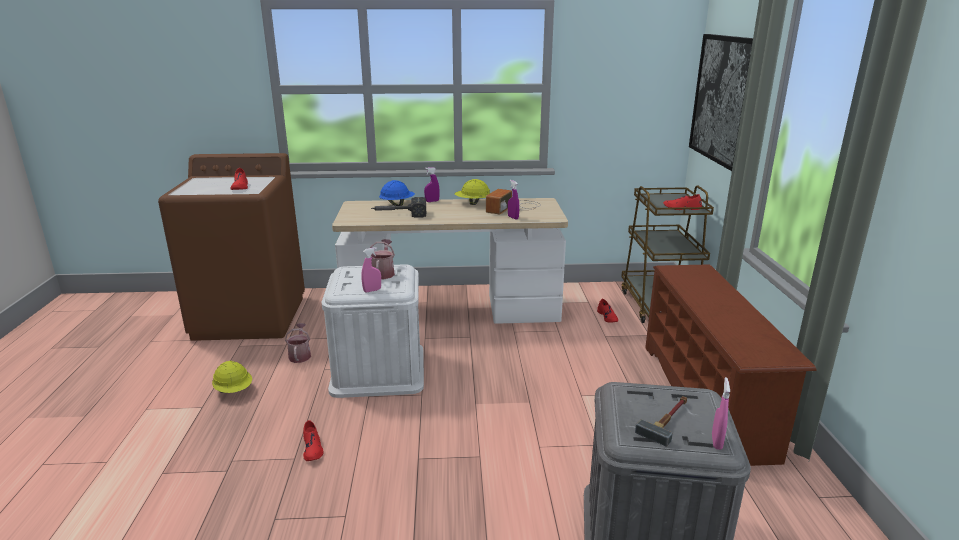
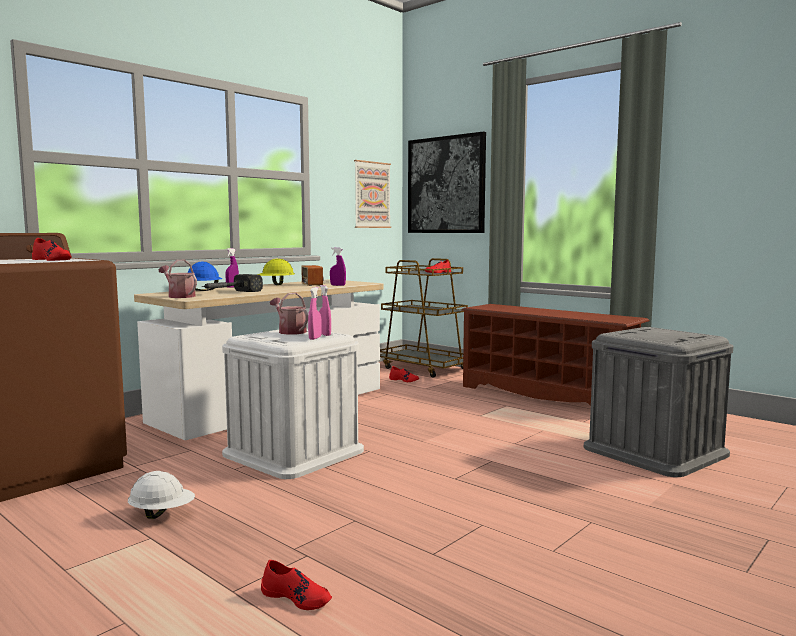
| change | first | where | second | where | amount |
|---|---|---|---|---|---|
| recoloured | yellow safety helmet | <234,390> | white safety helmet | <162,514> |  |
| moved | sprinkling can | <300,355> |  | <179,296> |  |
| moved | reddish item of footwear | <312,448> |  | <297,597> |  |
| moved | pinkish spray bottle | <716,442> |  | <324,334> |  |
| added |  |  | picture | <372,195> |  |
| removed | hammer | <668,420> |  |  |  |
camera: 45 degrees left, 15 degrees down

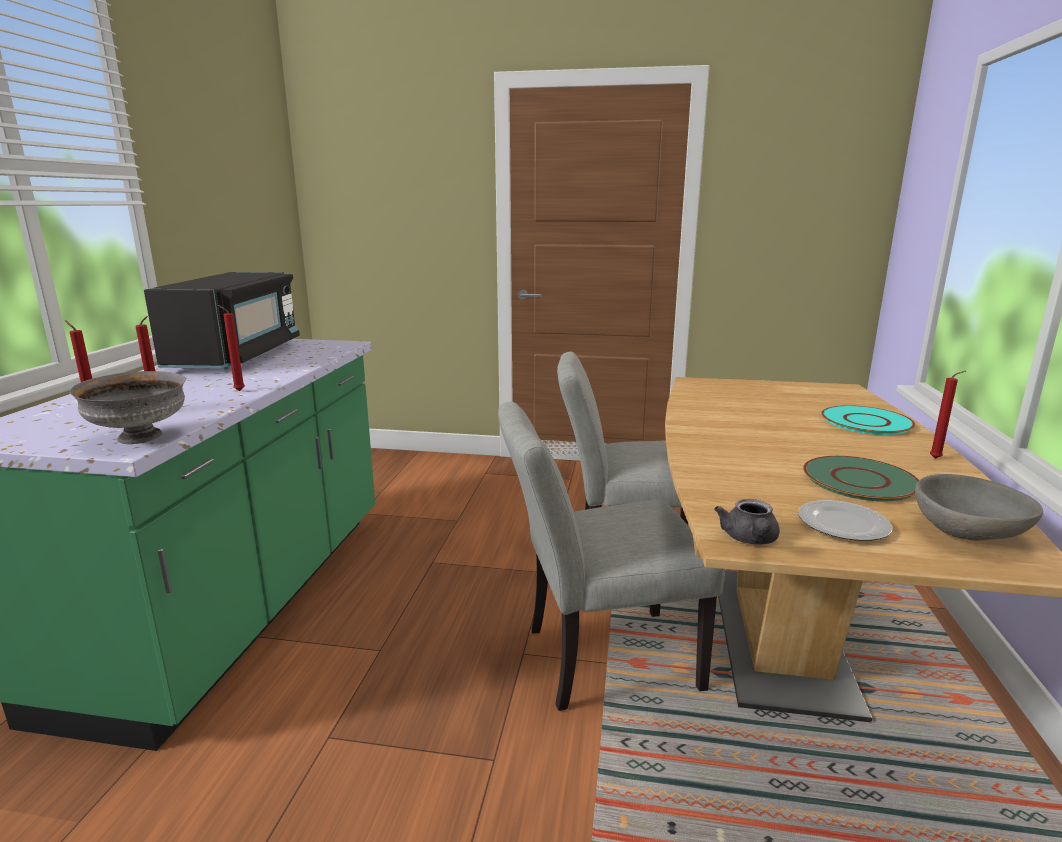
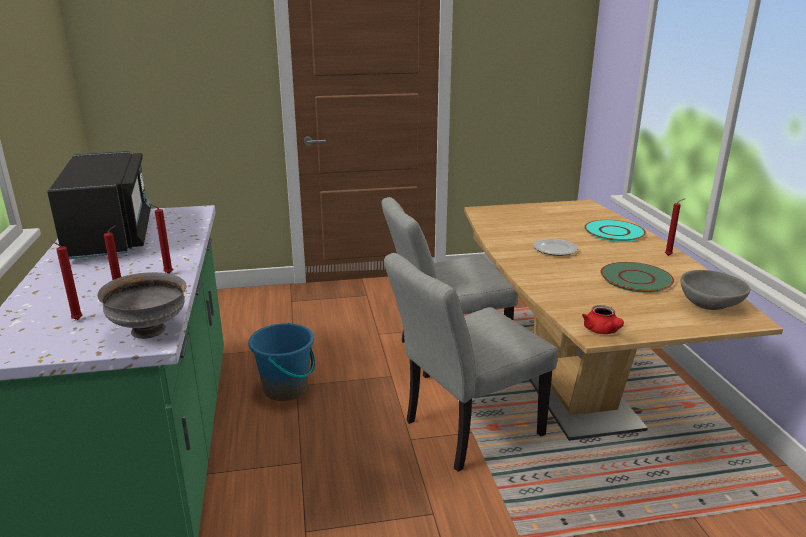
| change | first | where | second | where | amount |
|---|---|---|---|---|---|
| added |  |  | bluish bucket | <286,389> |  |
| moved | flat dish | <842,524> |  | <554,249> |  |
| recoloured | greyish teapot | <749,539> | reddish teapot | <602,331> |  |
camera: 20 degrees left, 5 degrees up

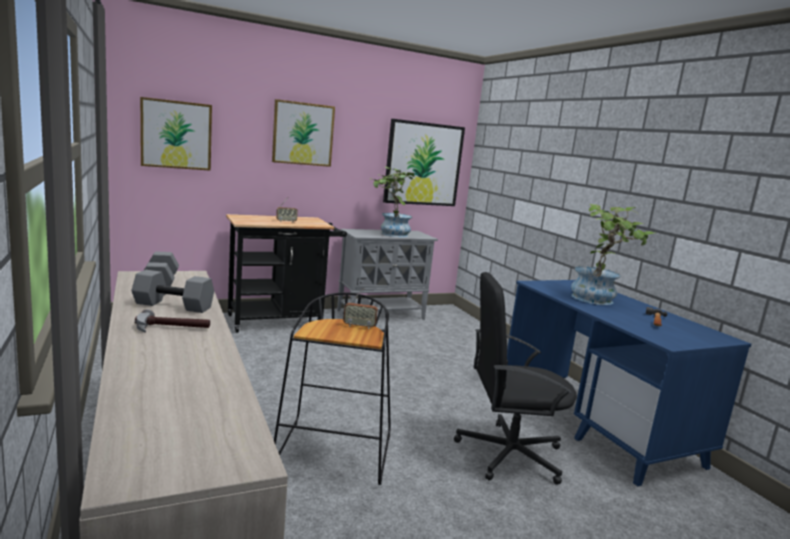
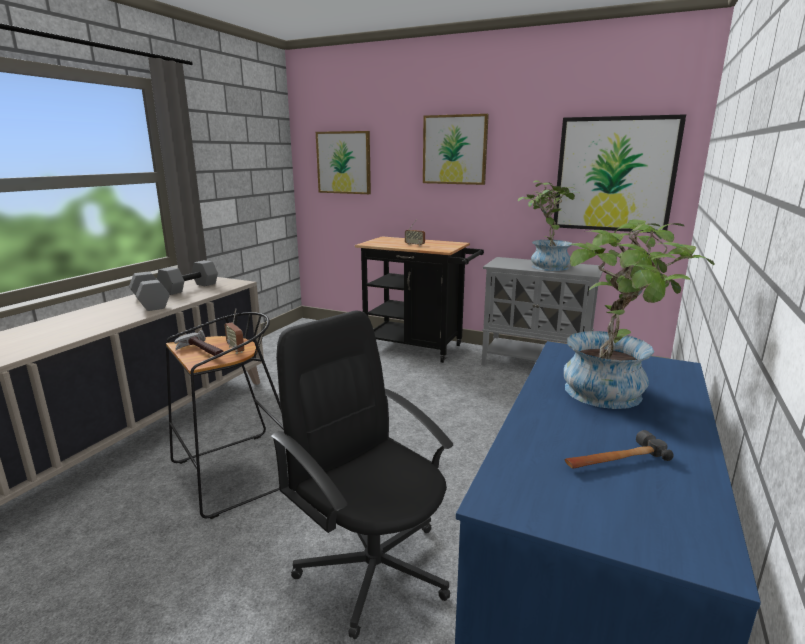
| change | first | where | second | where | amount |
|---|---|---|---|---|---|
| moved | hammer | <172,328> |  | <200,351> |  |
camera: 50 degrees right, 5 degrees up

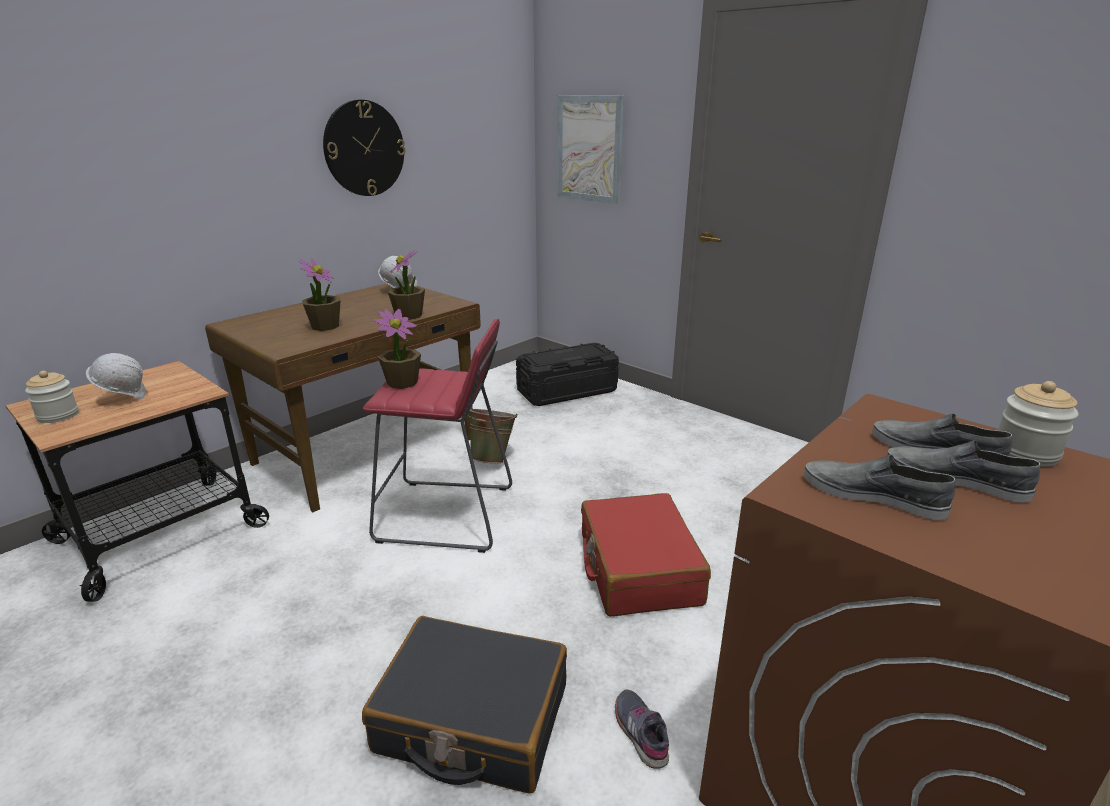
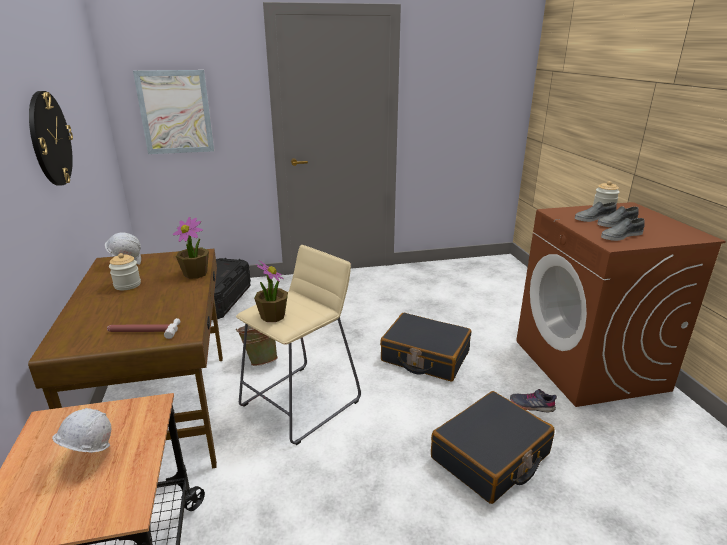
| change | first | where | second | where | amount |
|---|---|---|---|---|---|
| added |  |  | hammer | <143,331> |  |
| moved | jar | <58,415> |  | <127,285> |  |
| recoloured | reddish stool | <446,515> | beige-coloured stool | <301,402> |  |
| recoloured | reddish travel case | <638,568> | black travel case | <425,357> |  |
| removed | plant in a pot | <325,326> |  |  |  |
camera: 55 degrees left, 0 degrees up

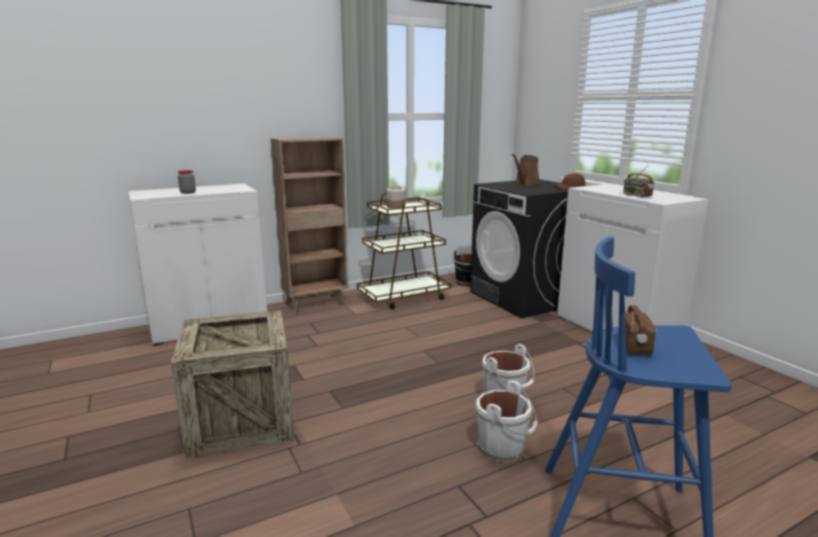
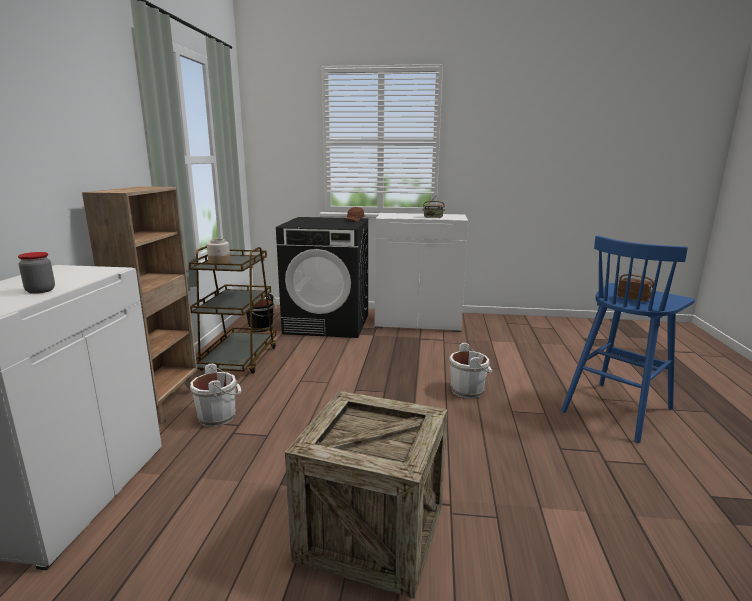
| change | first | where | second | where | amount |
|---|---|---|---|---|---|
| moved | white bucket | <503,448> |  | <218,416> |  |
| removed | brownish sprinkling can | <526,184> |  |  |  |
camera: 55 degrees left, 0 degrees up

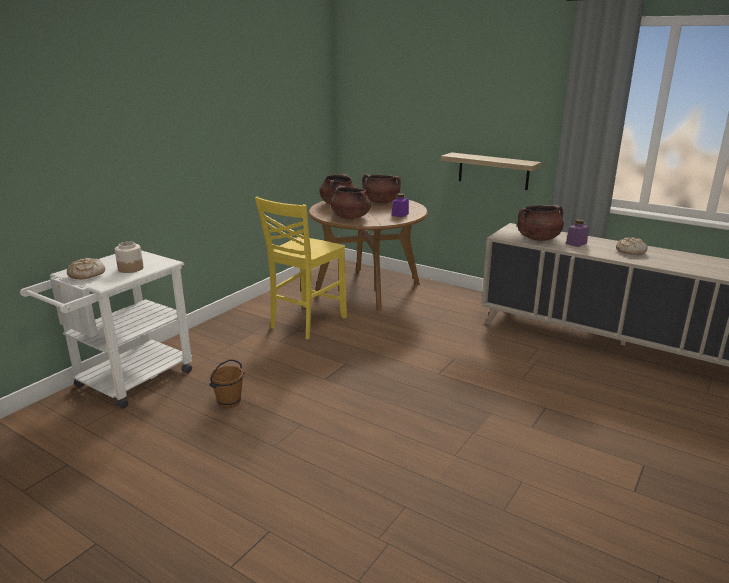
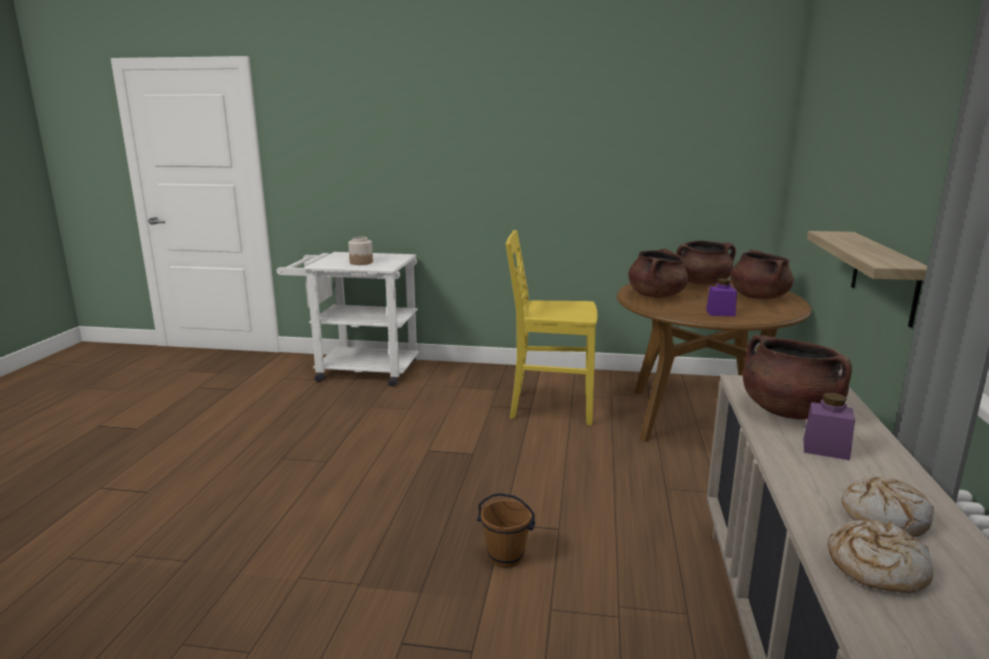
| change | first | where | second | where | amount |
|---|---|---|---|---|---|
| moved | brownish bucket | <229,401> |  | <506,556> |  |
| moved | bakery bread | <86,274> |  | <875,567> |  |
camera: 65 degrees right, 5 degrees down

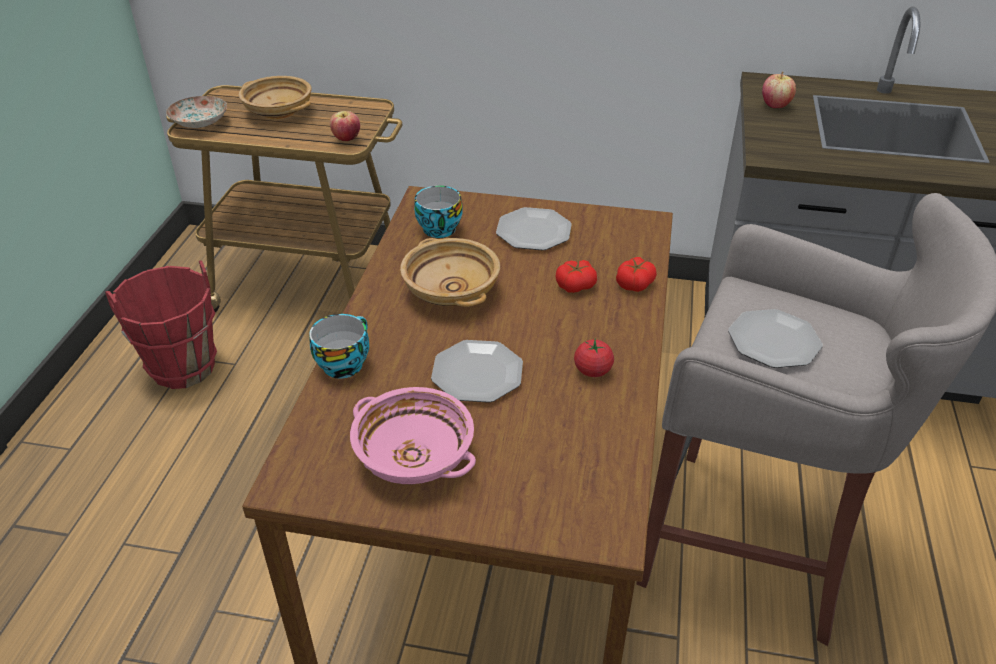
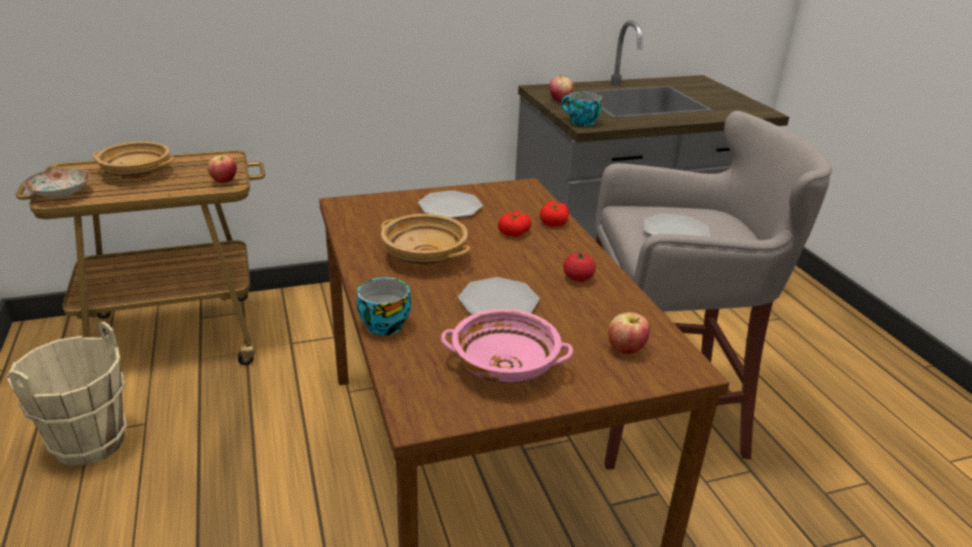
| change | first | where | second | where | amount |
|---|---|---|---|---|---|
| recoloured | reddish bucket | <183,367> | beige-coloured bucket | <89,443> |  |
| moved | cup | <436,228> |  | <580,122> |  |
| added |  |  | apple | <626,349> |  |
camera: 30 degrees left, 10 degrees down

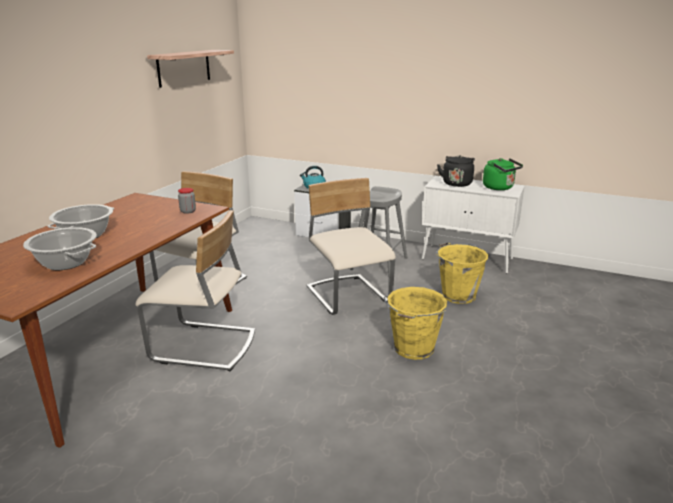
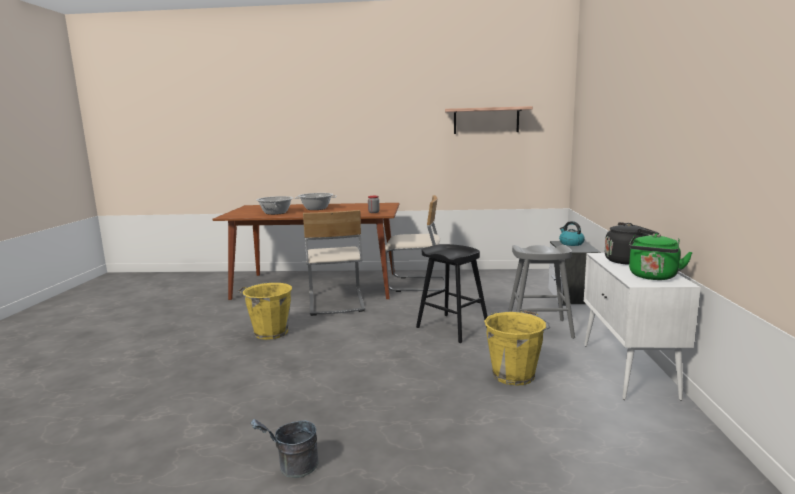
| change | first | where | second | where | amount |
|---|---|---|---|---|---|
| moved | yellow bucket | <413,349> |  | <269,333> |  |
| added |  |  | greyish bucket | <292,469> |  |
| replaced | beige-coloured upright chair | <348,296> | black stool | <452,328> |  |
camera: 70 degrees right, 10 degrees down

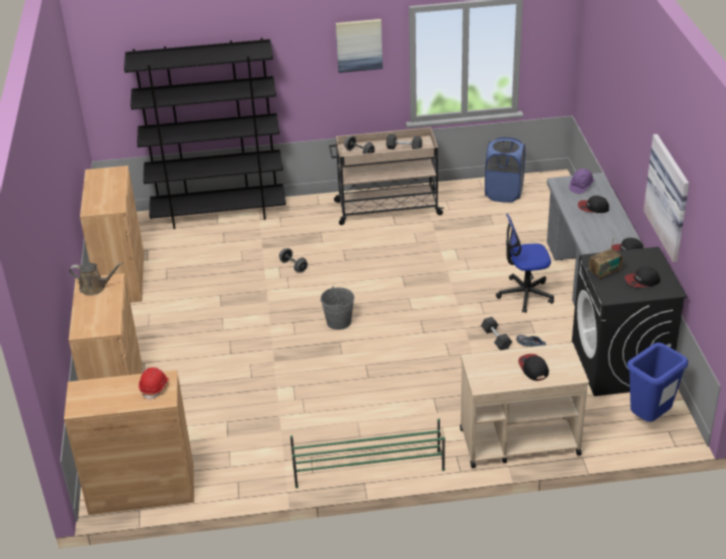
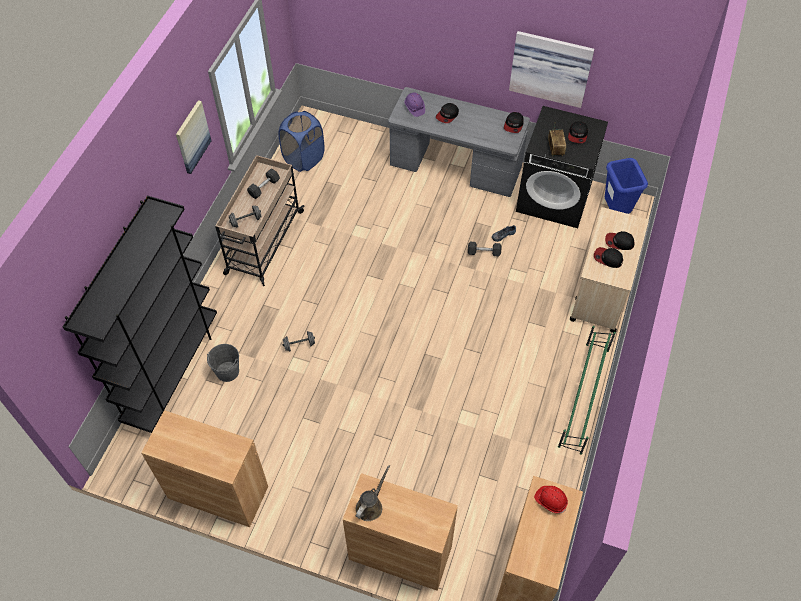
| change | first | where | second | where | amount |
|---|---|---|---|---|---|
| moved | greyish bucket | <338,322> |  | <227,371> |  |
| added |  |  | cap | <607,258> |  |
| removed | computer chair | <525,294> |  |  |  |
camera: 65 degrees left, 20 degrees up

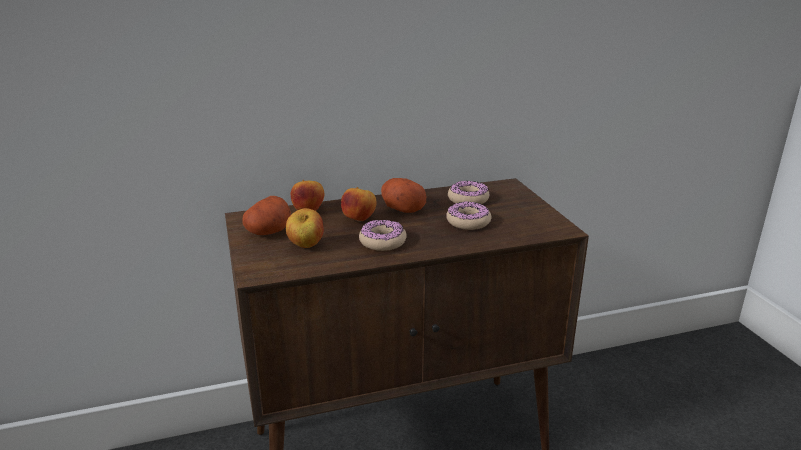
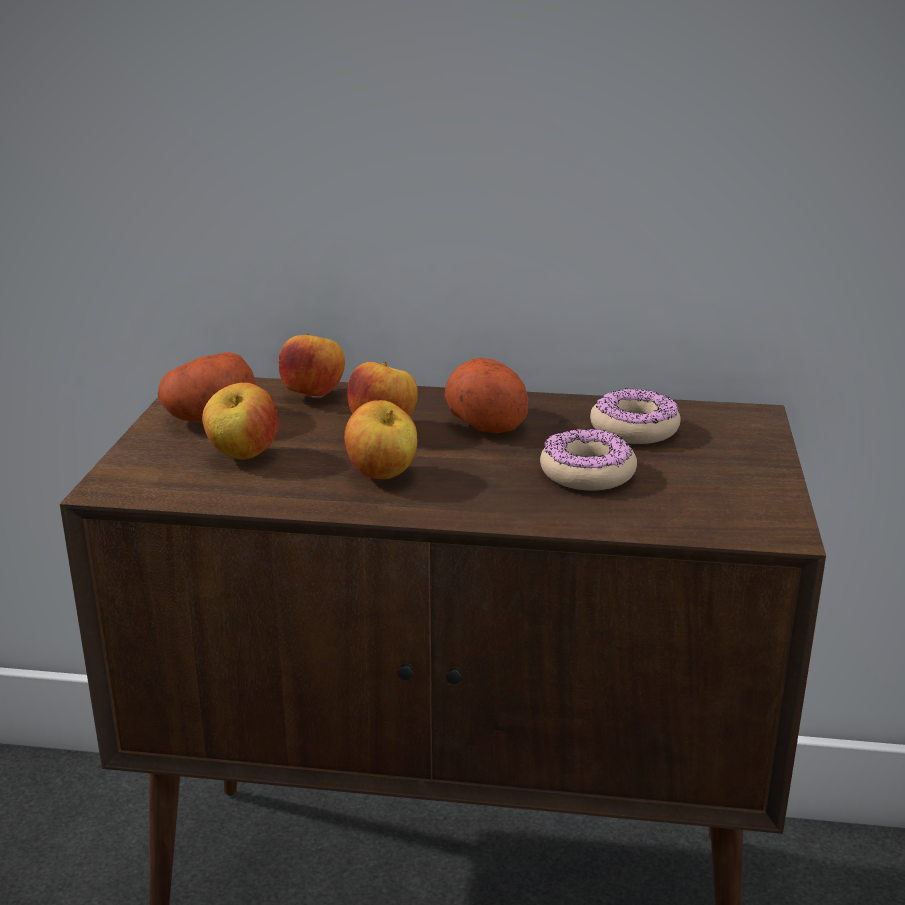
| change | first | where | second | where | amount |
|---|---|---|---|---|---|
| replaced | ring doughnut | <382,242> | apple | <382,476> |  |
camera: 25 degrees right, 0 degrees up

